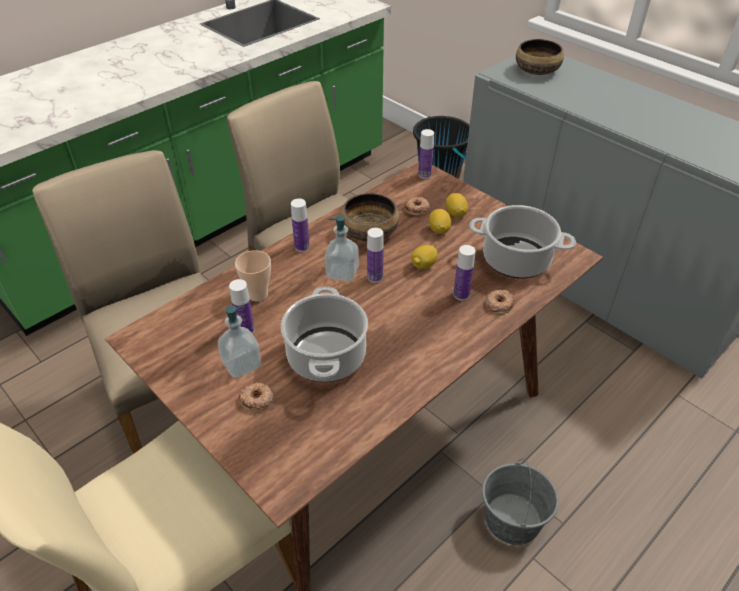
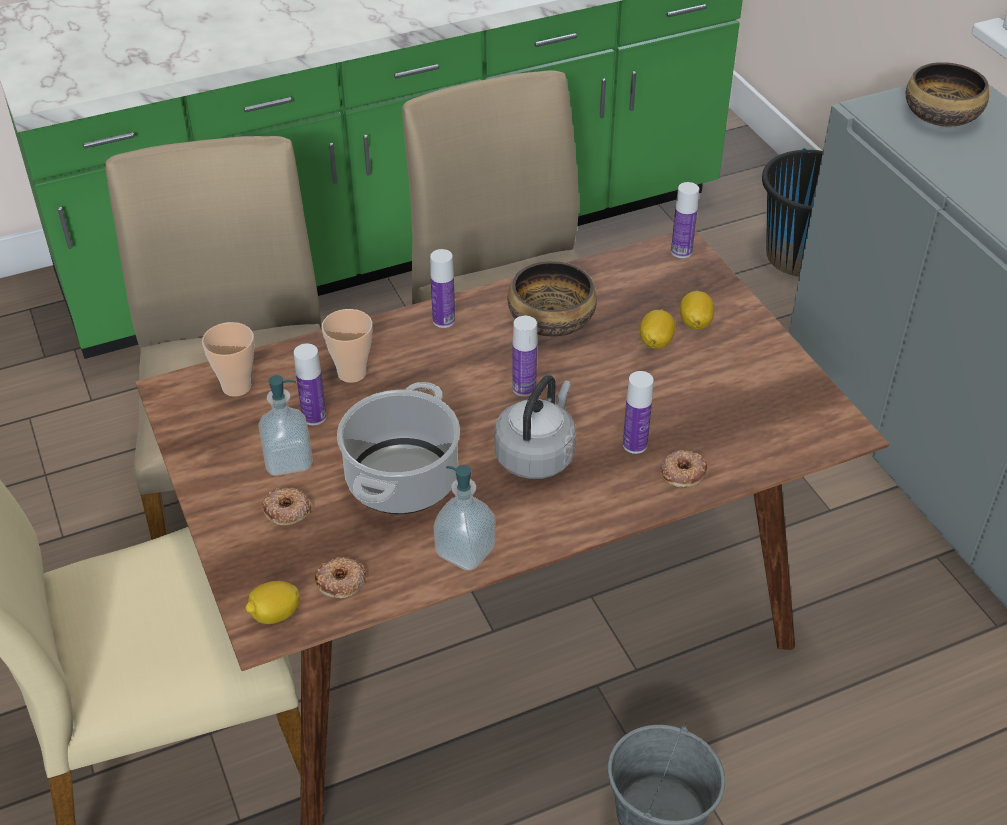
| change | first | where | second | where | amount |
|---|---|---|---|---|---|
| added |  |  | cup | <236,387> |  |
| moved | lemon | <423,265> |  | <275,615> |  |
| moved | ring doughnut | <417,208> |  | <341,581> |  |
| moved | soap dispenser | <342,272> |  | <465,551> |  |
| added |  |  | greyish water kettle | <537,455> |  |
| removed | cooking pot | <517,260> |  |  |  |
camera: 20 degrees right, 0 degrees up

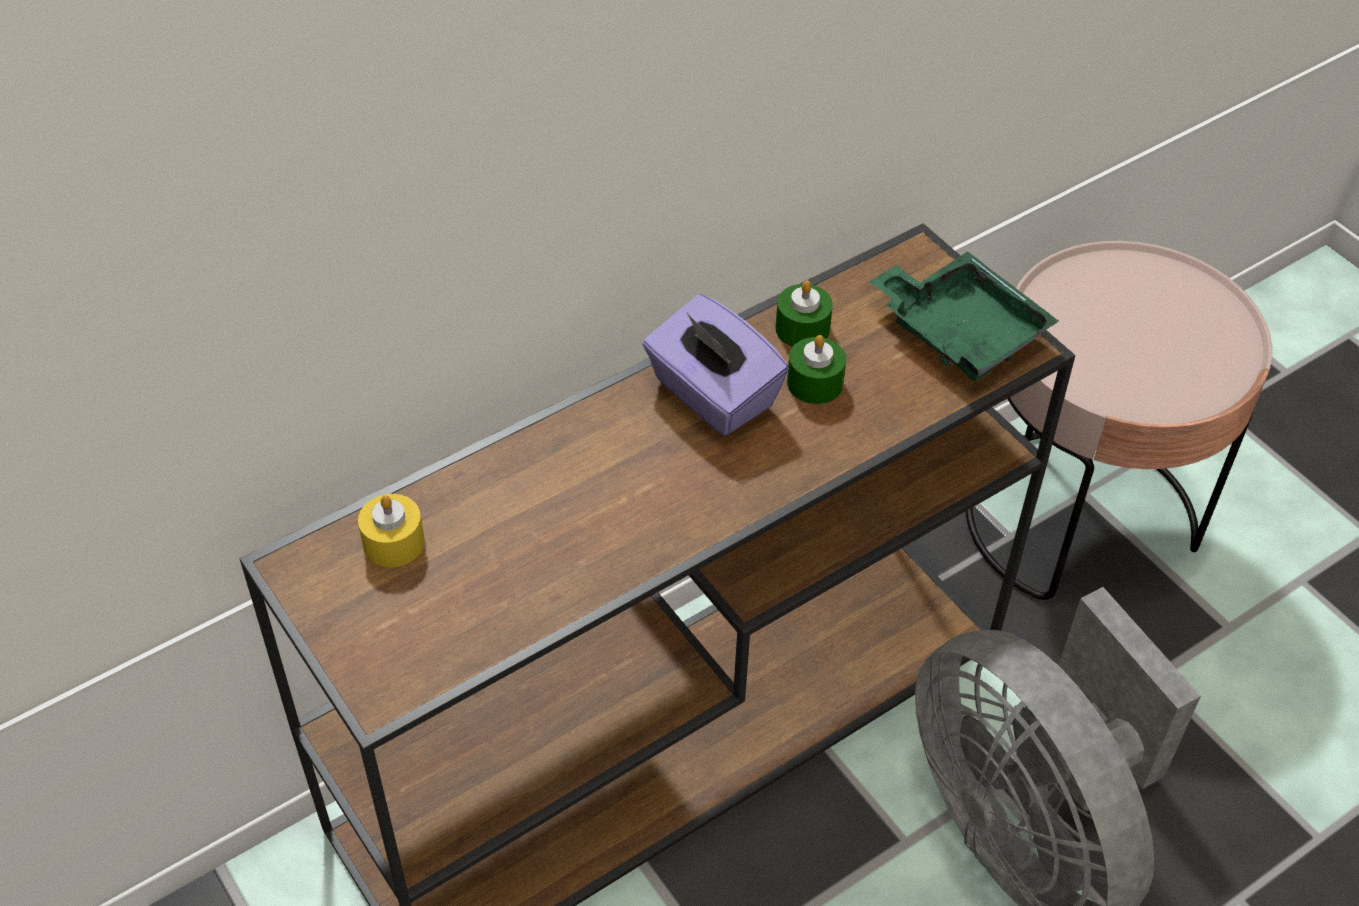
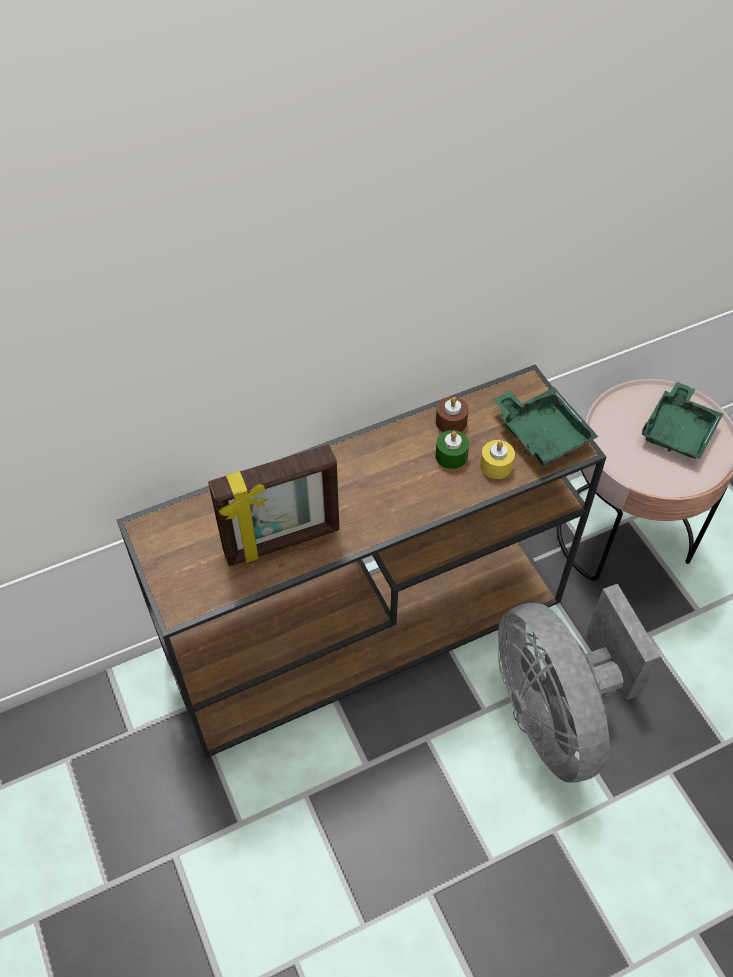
| change | first | where | second | where | amount |
|---|---|---|---|---|---|
| added |  |  | photo frame | <282,542> |  |
| recoloured | green wax light | <802,328> | brownish wax light | <451,422> |  |
| moved | yellow wax light | <394,542> |  | <496,465> |  |
| added |  |  | green tray | <678,431> |  |
| removed | purple tissue box | <712,395> |  |  |  |
camera: 10 degrees right, 5 degrees up

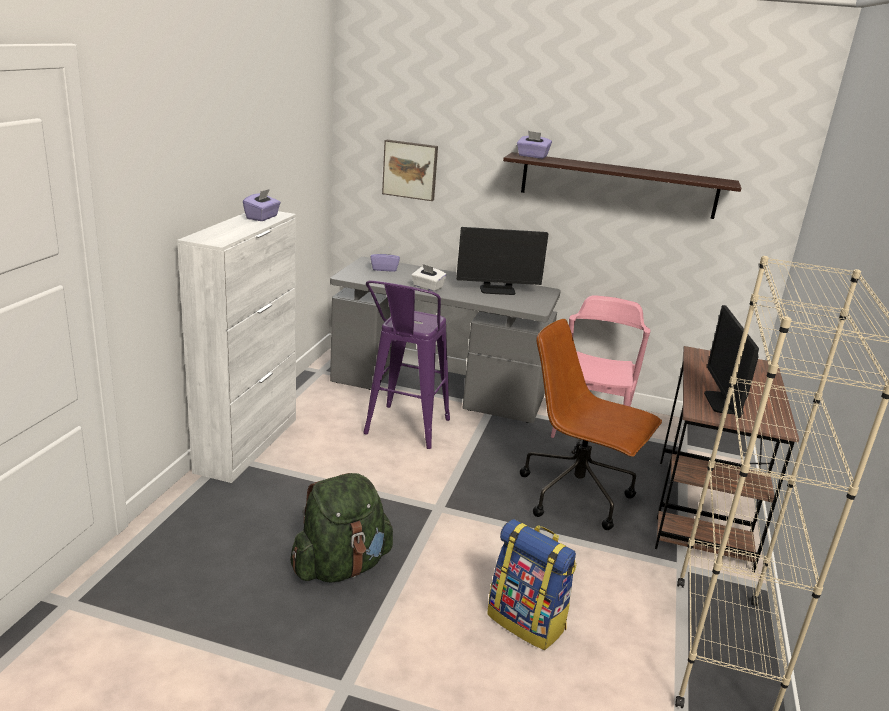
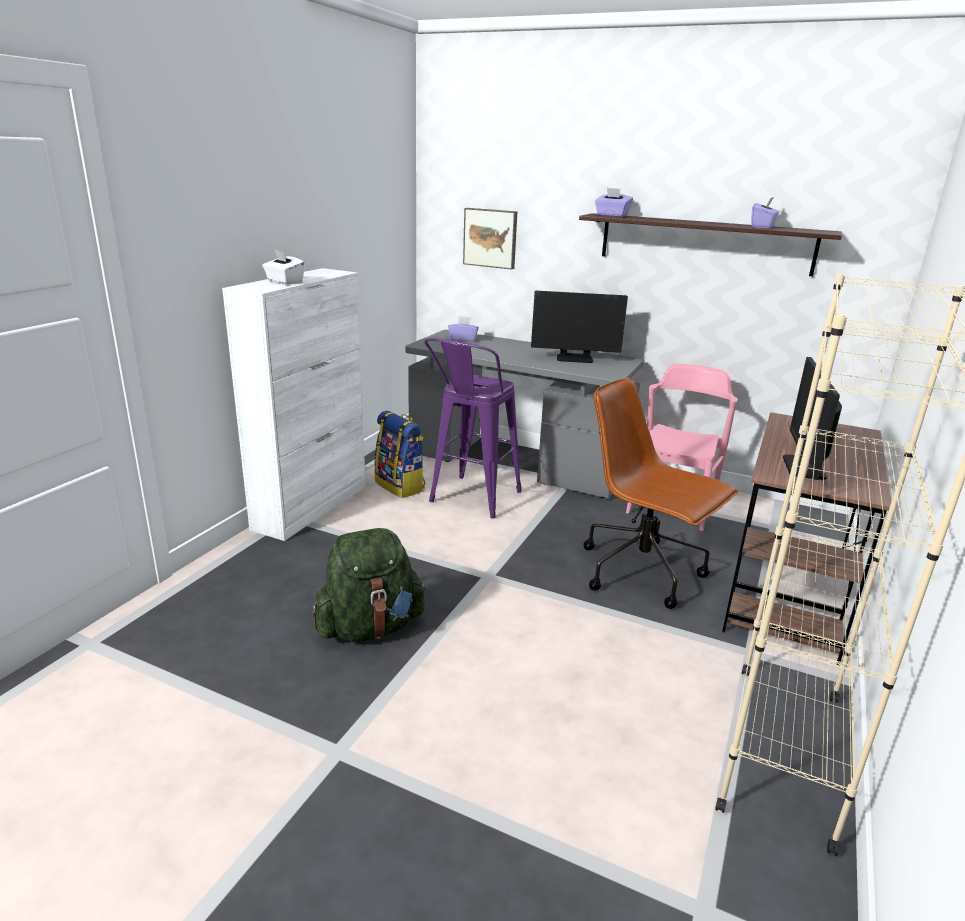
| change | first | where | second | where | amount |
|---|---|---|---|---|---|
| moved | white tissue box | <427,287> |  | <284,282> |  |
| moved | rucksack | <527,621> |  | <400,486> |  |
| moved | purple tissue box | <262,217> |  | <762,227> |  |
camera: 10 degrees right, 0 degrees up

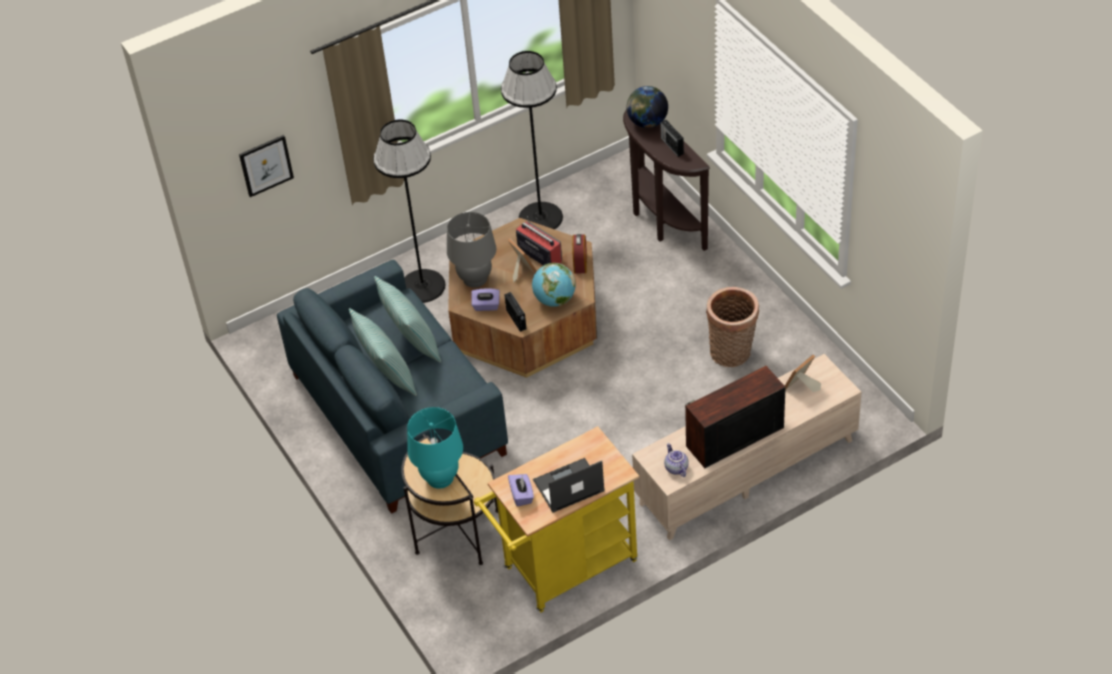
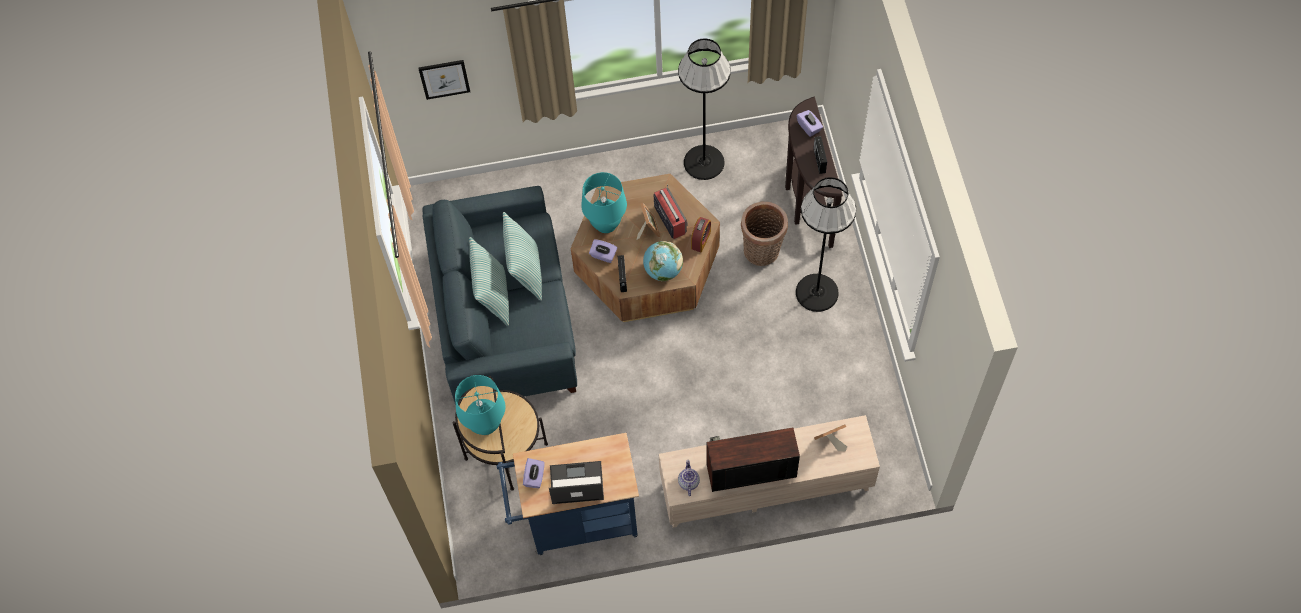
| change | first | where | second | where | amount |
|---|---|---|---|---|---|
| recoloured | yellow cart | <563,569> | bluish cart | <575,521> |  |
| recoloured | greyish tabletop lamp | <475,278> | blue-green tabletop lamp | <606,223> |  |
| moved | basket | <732,354> |  | <762,253> |  |
| moved | black standard lamp | <423,286> |  | <817,292> |  |
| replaced | desk globe | <647,123> | purple tissue box | <809,127> |  |
camera: 20 degrees right, 15 degrees up

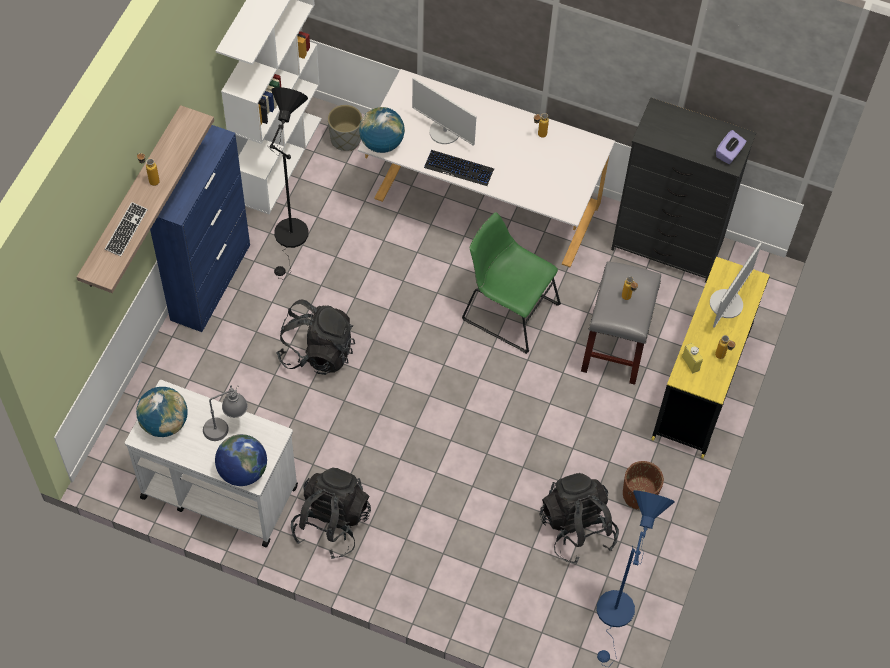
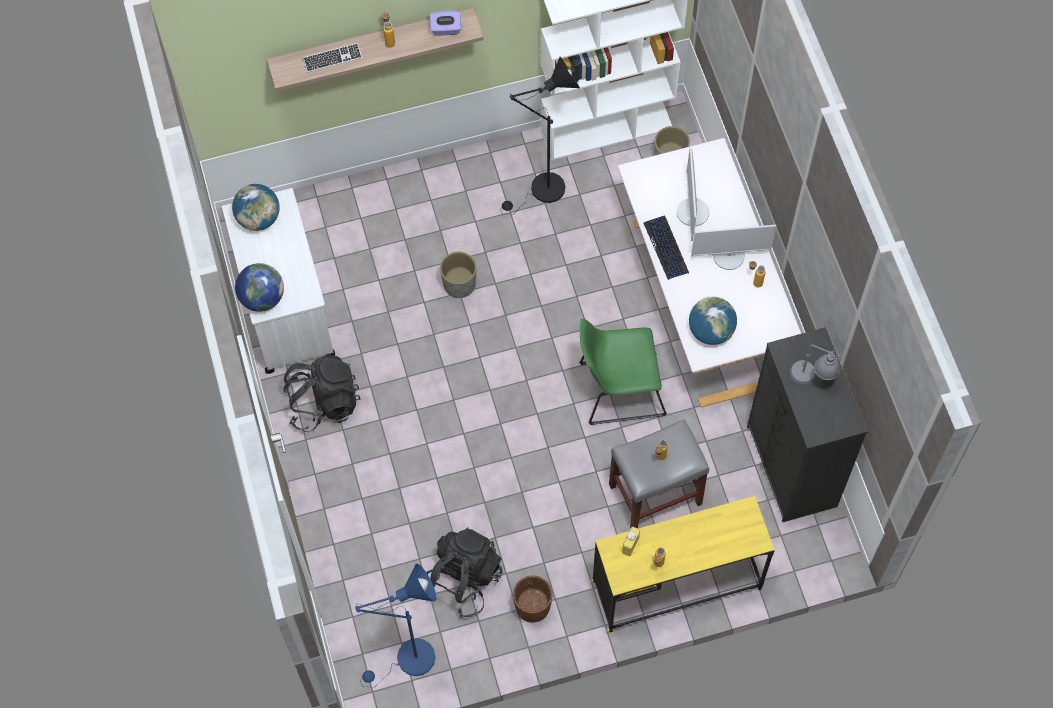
| change | first | where | second | where | amount |
|---|---|---|---|---|---|
| moved | purple tissue box | <729,153> |  | <446,29> |  |
| replaced | black rucksack | <317,351> | greyish plant pot | <459,284> |  |
| turned | green upright chair | <507,310> |  | <617,389> | 90 degrees counterclockwise |
| moved | desk globe | <382,143> |  | <710,331> |  |
| moved | monitor | <726,304> |  | <729,255> |  |
| moved | greyish tabletop lamp | <227,427> |  | <812,378> |  |
| removed | bluish cabinet | <211,281> |  |  |  |
camera: 55 degrees right, 5 degrees up

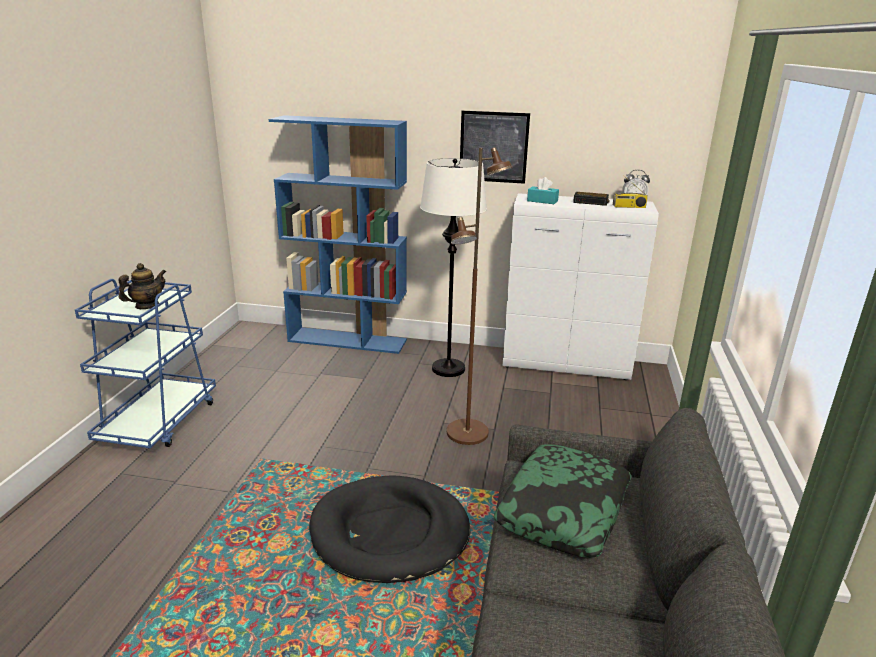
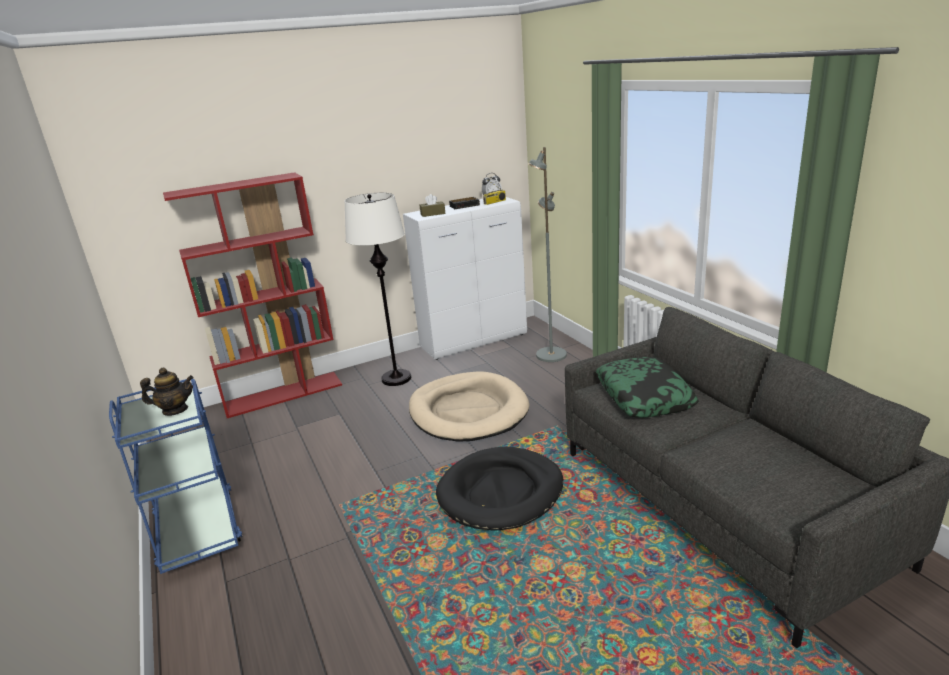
| change | first | where | second | where | amount |
|---|---|---|---|---|---|
| turned | teapot | <147,306> |  | <175,410> | 75 degrees clockwise |
| recoloured | bluish bookcase | <348,340> | reddish bookcase | <283,394> |  |
| replaced | brownish standard lamp | <468,433> | beige-coloured dog bed | <468,411> |  |
| recoloured | blue-green tissue box | <542,201> | brownish tissue box | <432,214> |  |
| added |  |  | greyish standard lamp | <550,355> |  |
| removed | picture | <493,147> |  |  |  |
camera: 35 degrees left, 0 degrees up

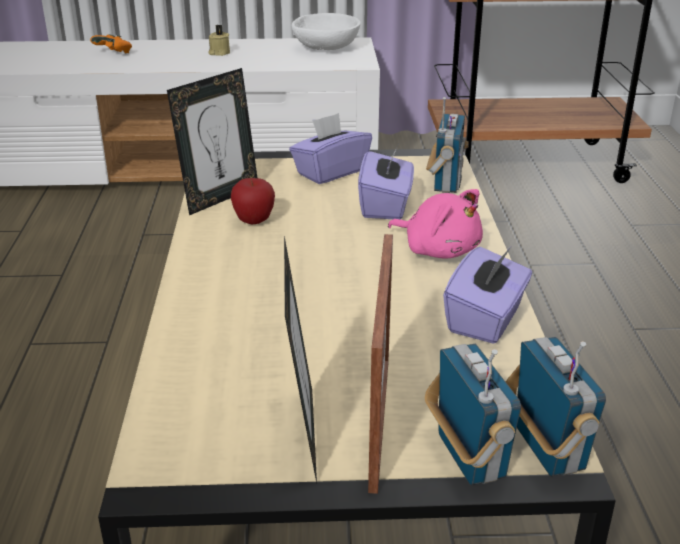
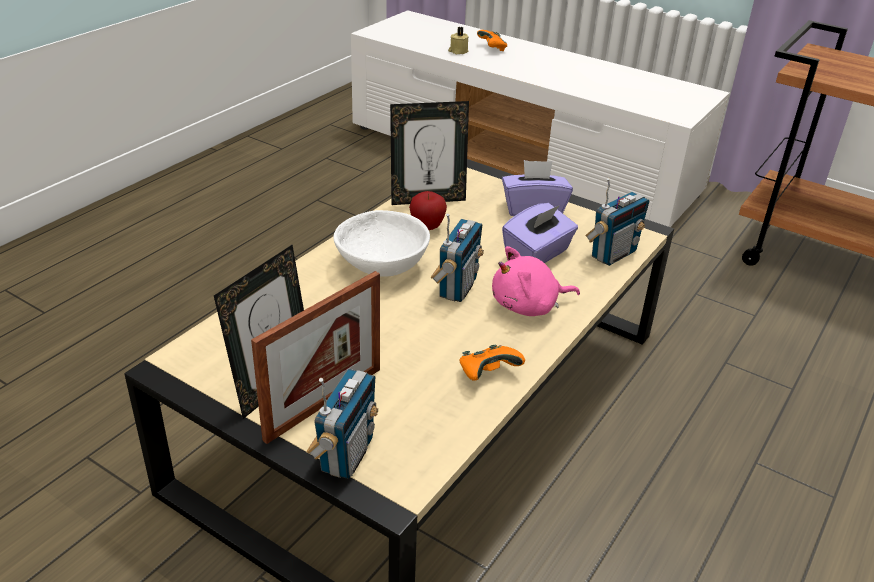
| change | first | where | second | where | amount |
|---|---|---|---|---|---|
| moved | white bowl | <325,48> |  | <380,265> |  |
| moved | radio receiver | <546,449> |  | <457,287> |  |
| moved | beige-coloured wax light | <219,53> |  | <458,51> |  |
| replaced | purple tissue box | <486,319> | orange-coloured joypad | <487,374> |  |
| turned | pinkish soft toy | <438,250> |  | <528,306> | 90 degrees clockwise |
camera: 35 degrees right, 5 degrees up

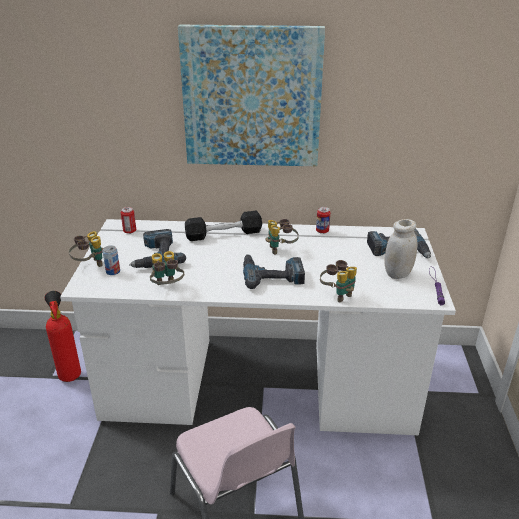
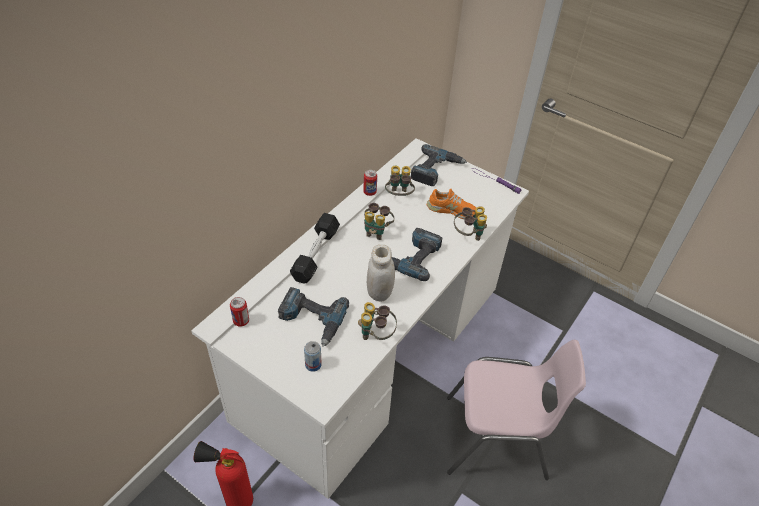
| change | first | where | second | where | amount |
|---|---|---|---|---|---|
| moved | white jar | <398,274> |  | <379,293> |  |
| moved | binoculars | <89,265> |  | <399,196> |  |
| added |  |  | orange-coloured item of footwear | <452,210> |  |
| removed | picture | <252,97> |  |  |  |
camera: 60 degrees left, 15 degrees up

